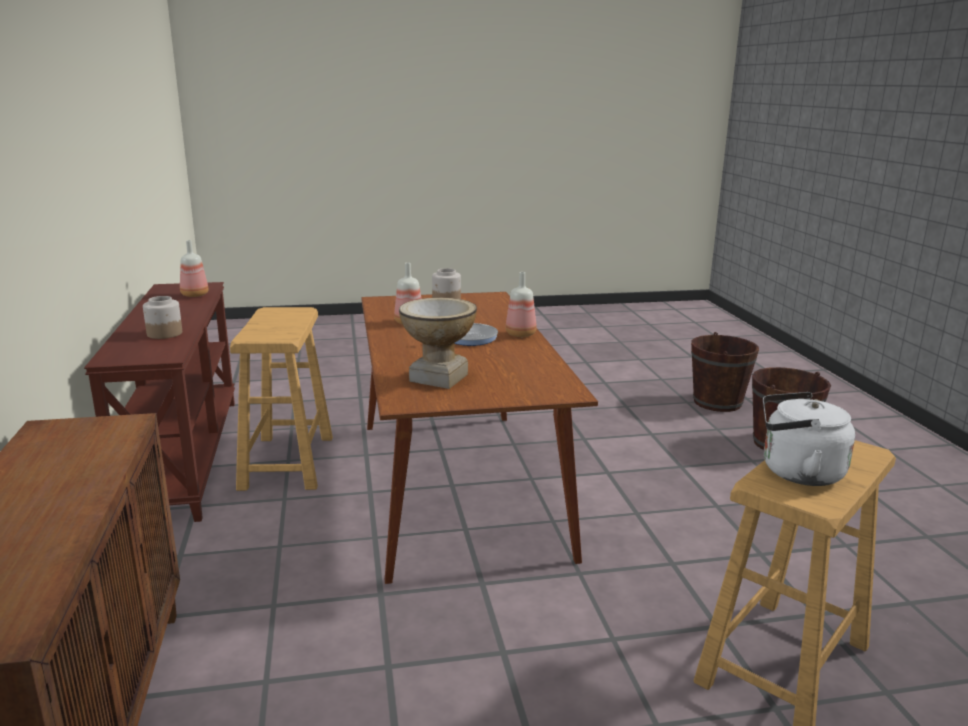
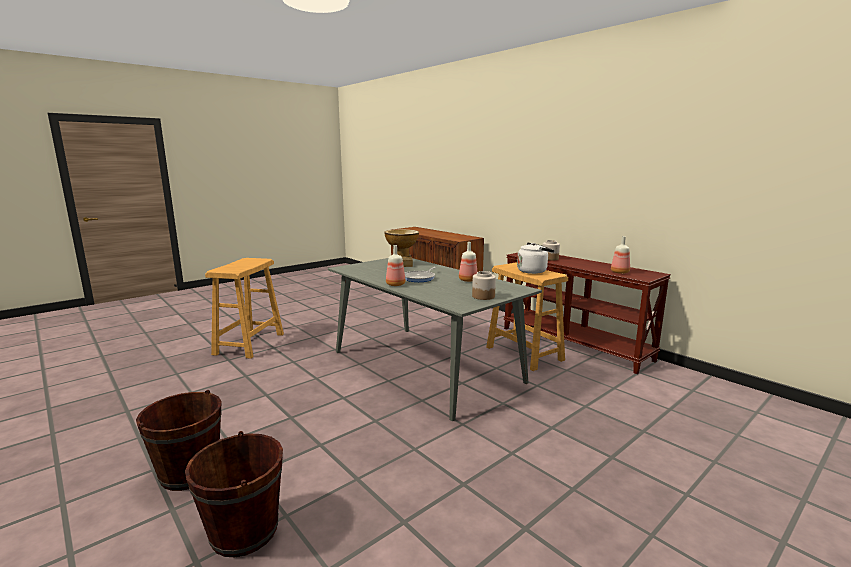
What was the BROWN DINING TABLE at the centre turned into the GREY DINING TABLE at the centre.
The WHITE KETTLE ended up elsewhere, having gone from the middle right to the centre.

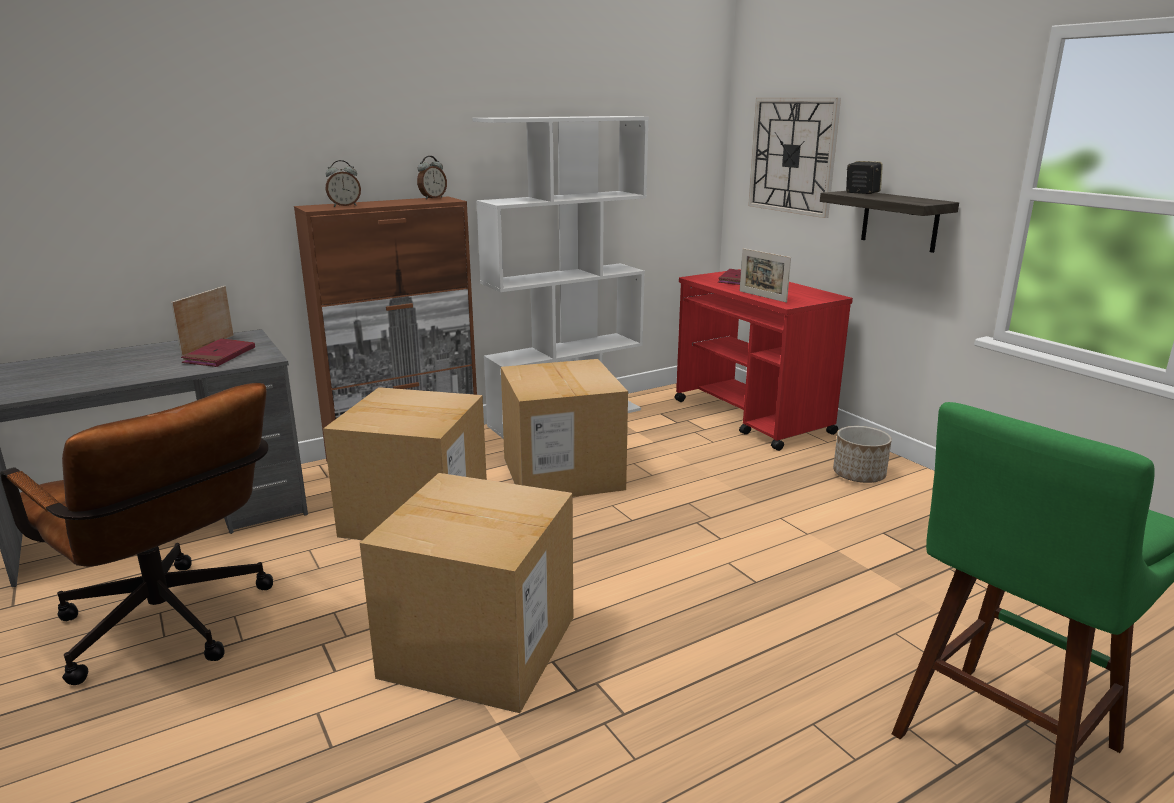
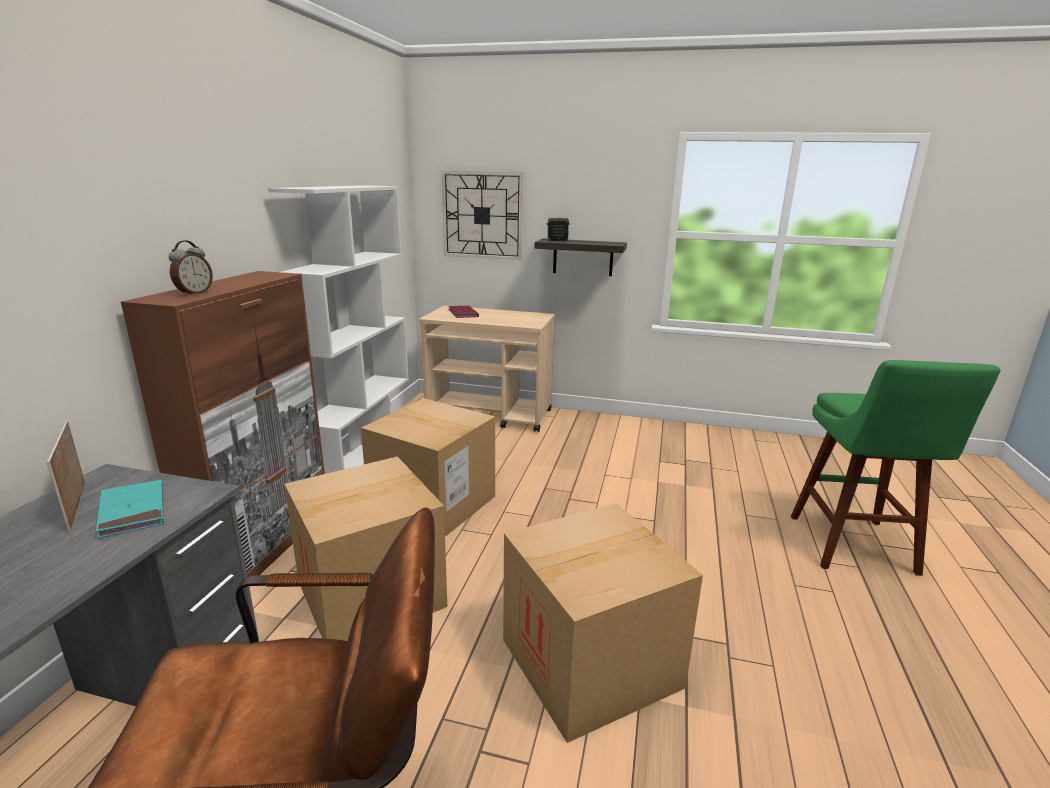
What was the RED BOOK (no. 1 from left) at the middle left turned into the TURQUOISE BOOK at the middle left.
The second view lost the ALARM CLOCK (no. 2 from left) at the top centre.
What was the RED CART at the centre turned into the BEIGE CART at the centre.
The second view lost the PICTURE FRAME (no. 2 from left) at the centre.
The second view lost the PLANTER at the middle right.

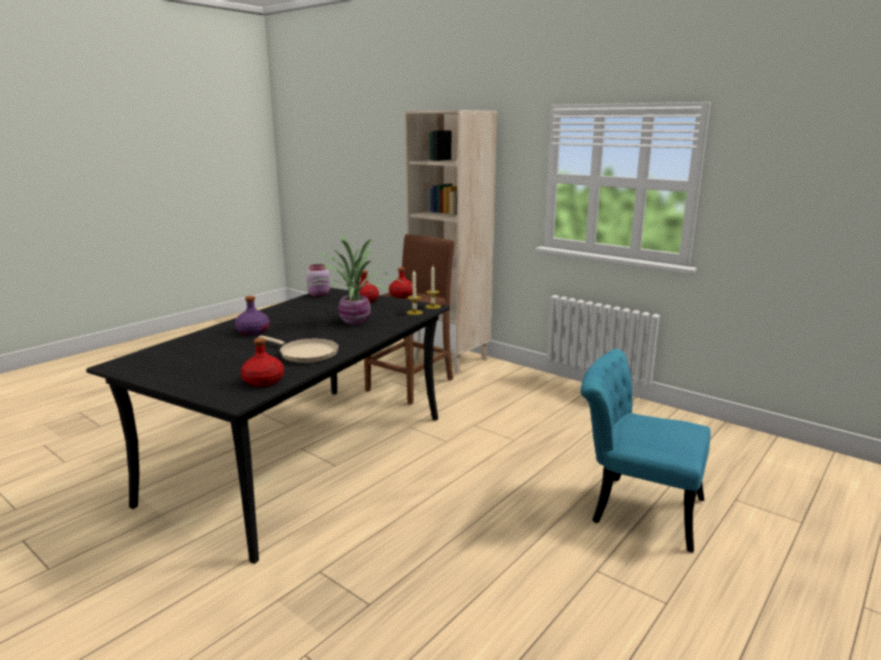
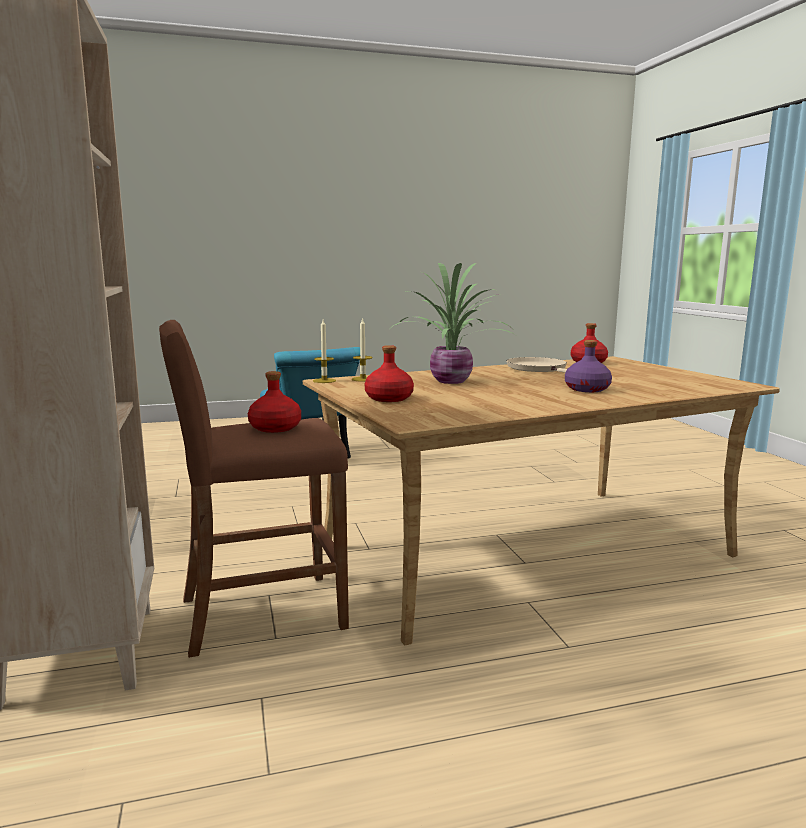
What was the BLACK DINING TABLE at the middle left turned into the BEIGE DINING TABLE at the middle right.
The second view lost the PINK JAR at the centre.

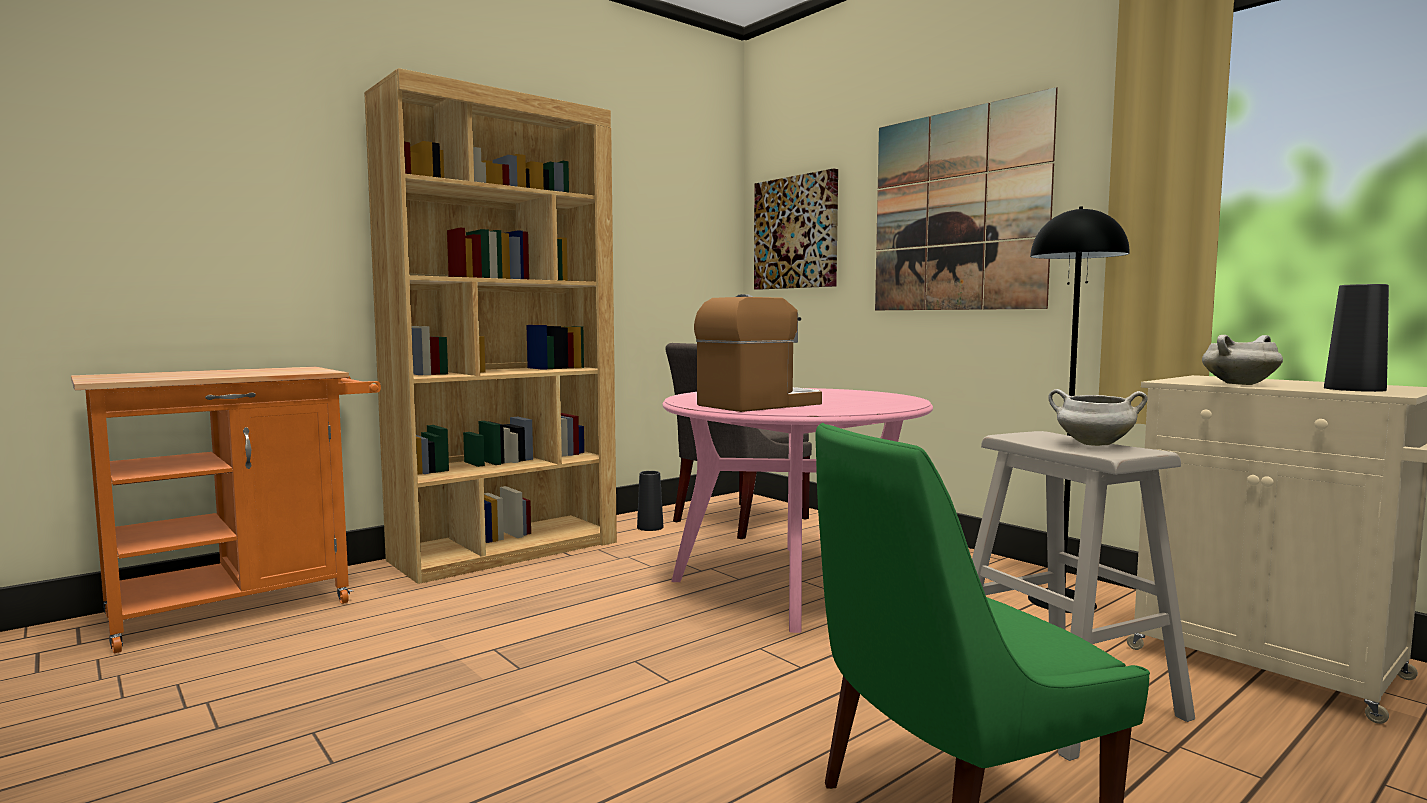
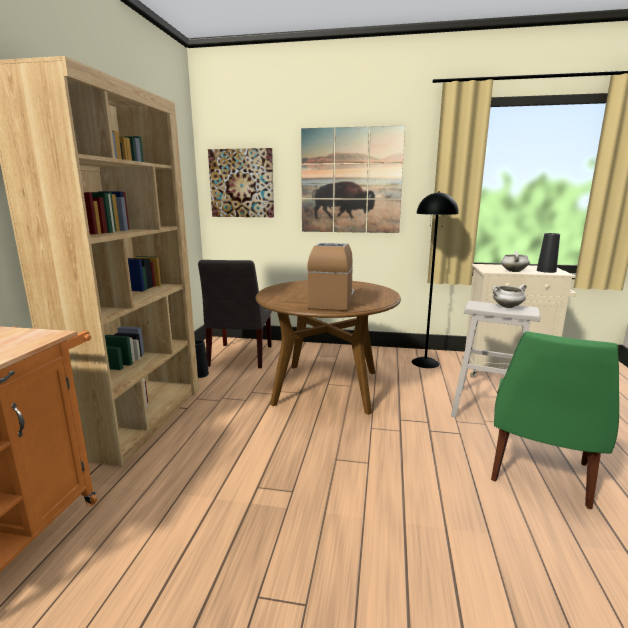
What was the PINK DINING TABLE at the centre turned into the BROWN DINING TABLE at the centre.

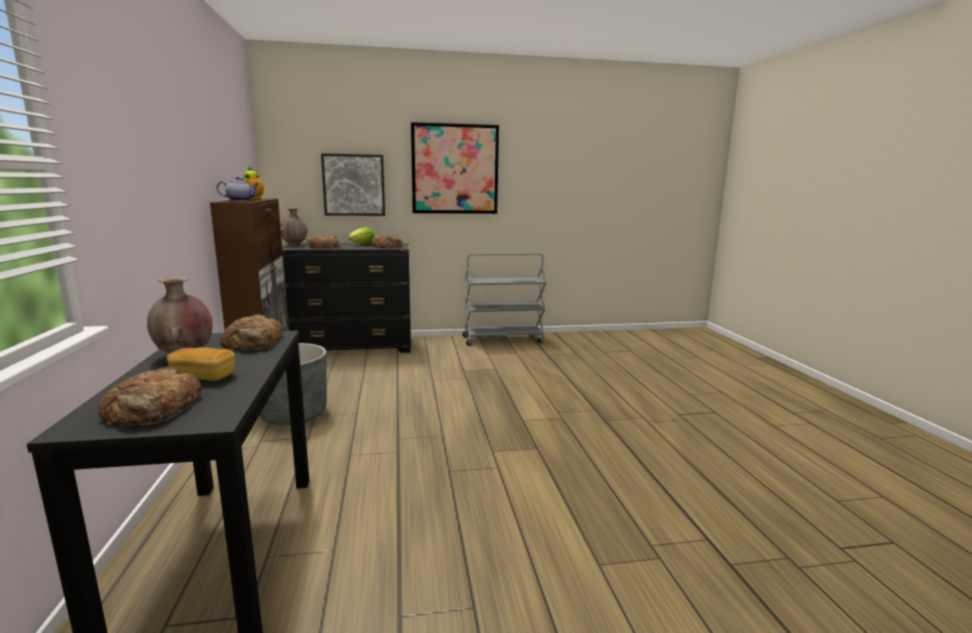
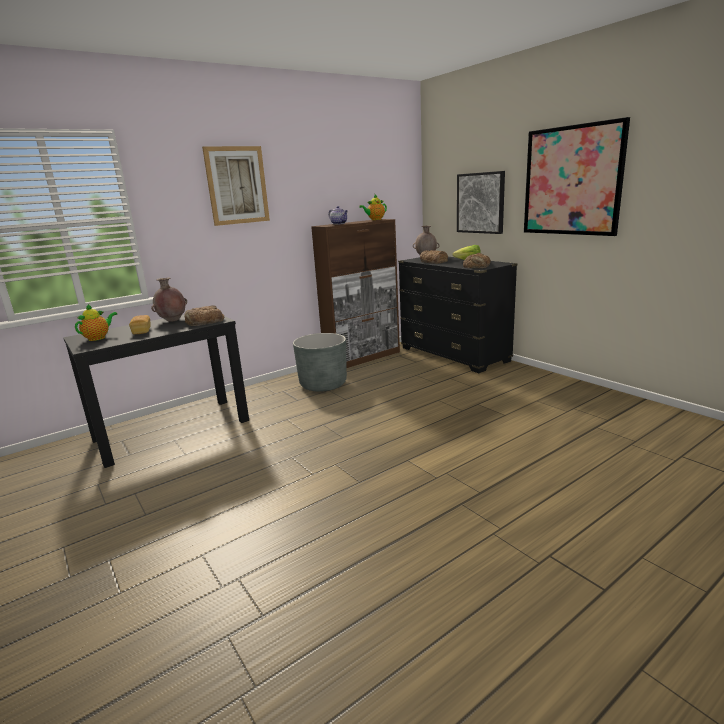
Where the BREAD (no. 1 from left) stood at the middle left, the TEAPOT (no. 1 from left) came to stand at the middle left.
The second view lost the GREY CART at the centre.
The second view gained the PICTURE (no. 1 from left) at the top left.

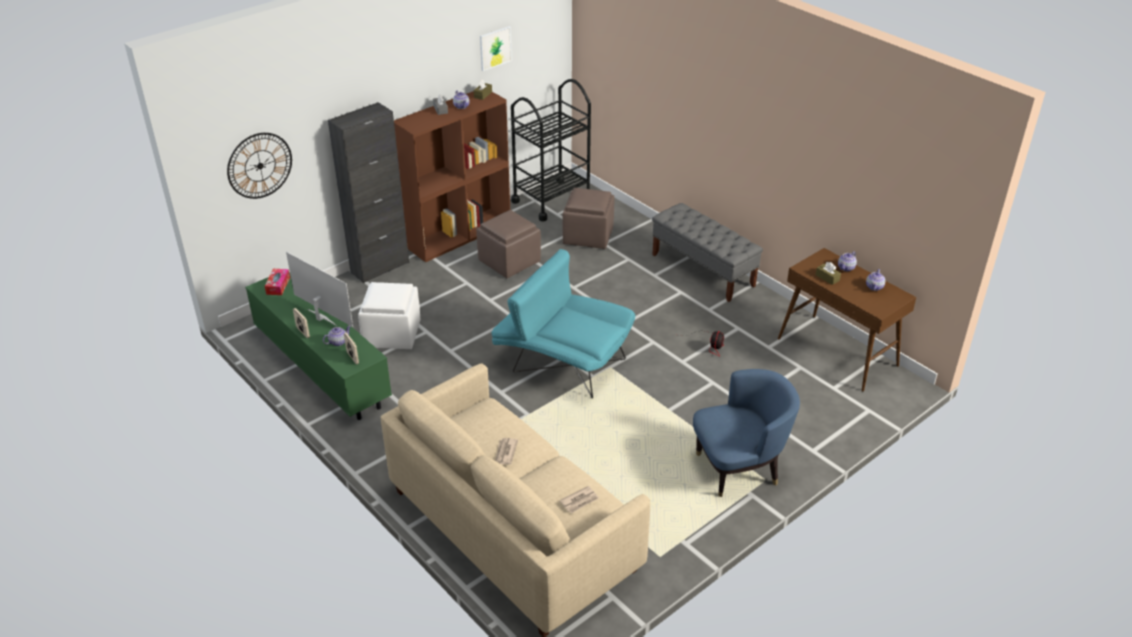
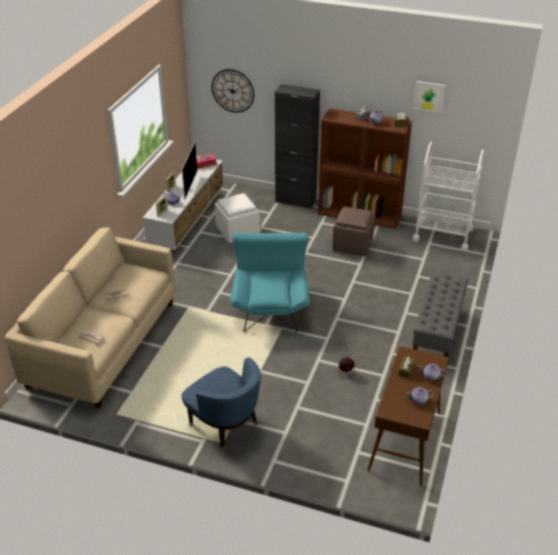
What was the GREEN TV STAND at the middle left turned into the WHITE TV STAND at the middle left.
What was the BLACK CART at the top centre turned into the WHITE CART at the middle right.
The second view lost the BROWN OTTOMAN (no. 2 from left) at the centre.

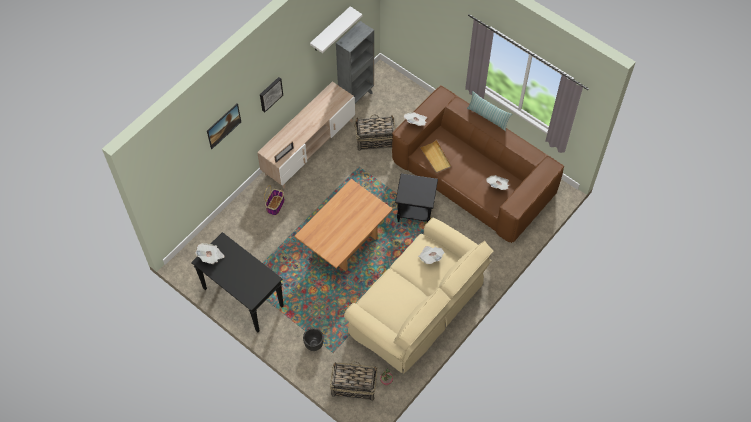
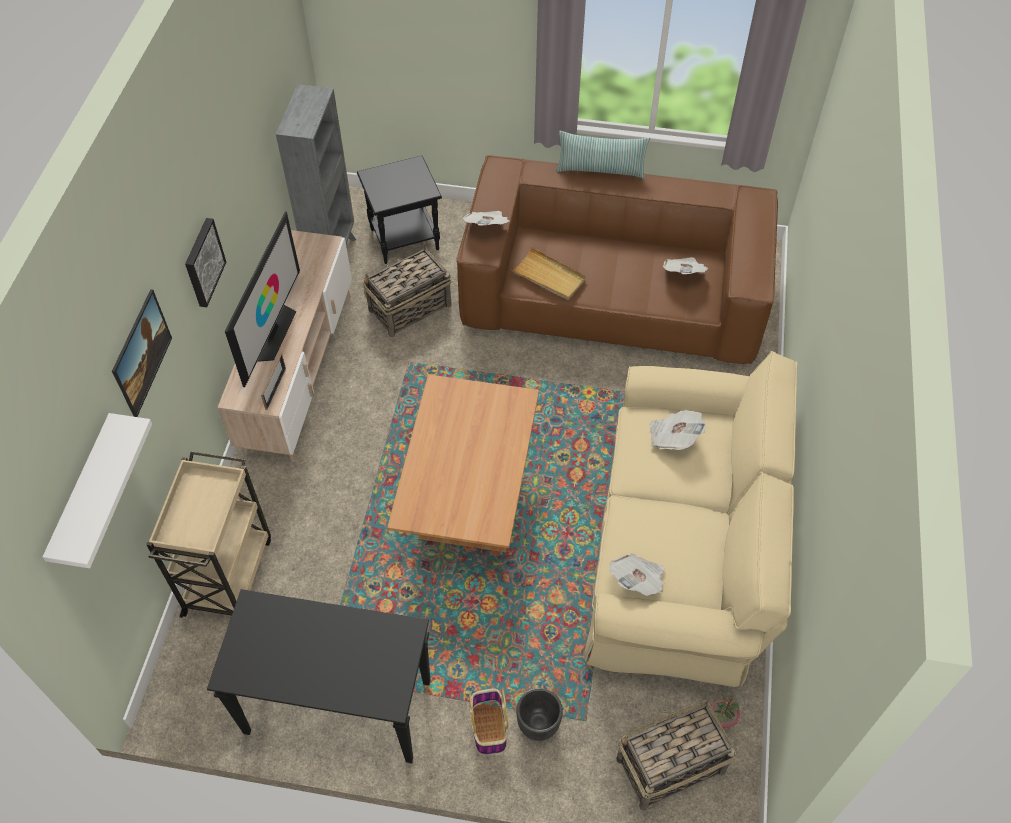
The NEWSPAPER (no. 1 from left in the first image) ended up elsewhere, having gone from the middle left to the bottom centre.
The BASKET (no. 1 from left in the first image) ended up elsewhere, having gone from the centre to the bottom centre.
The WHITE SHELF ended up elsewhere, having gone from the top centre to the middle left.
The BLACK SIDE TABLE ended up elsewhere, having gone from the centre to the top centre.
The second view gained the BEIGE CART at the middle left.
The second view gained the TELEVISION at the middle left.

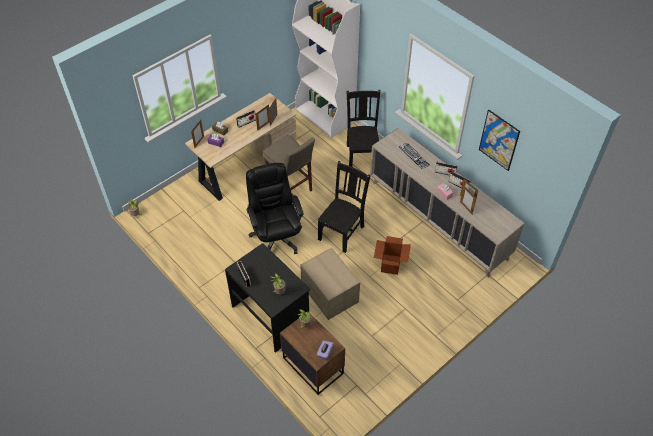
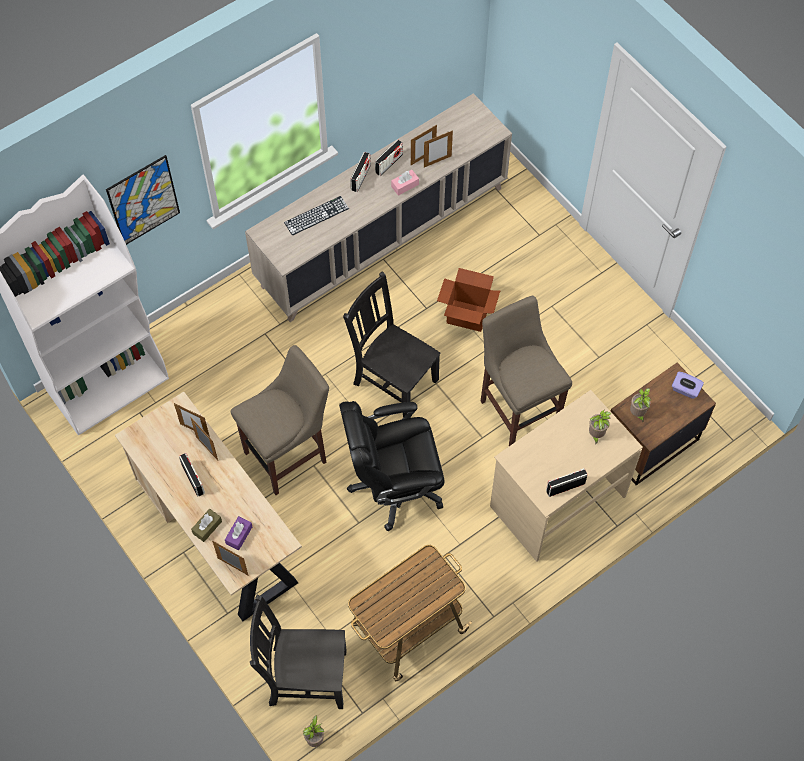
What was the BLACK DESK at the bottom centre turned into the BEIGE DESK (no. 2 from left) at the middle right.
Where the CARDBOARD BOX (no. 1 from left) stood at the centre, the BEIGE STOOL (no. 2 from left) came to stand at the centre.
The BLACK CHAIR (no. 2 from left in the first image) ended up elsewhere, having gone from the top centre to the bottom centre.
The PICTURE ended up elsewhere, having gone from the top right to the top left.
The second view gained the CART at the bottom centre.

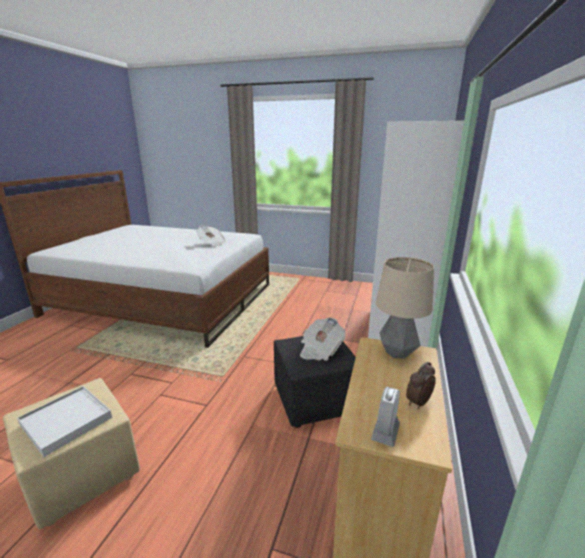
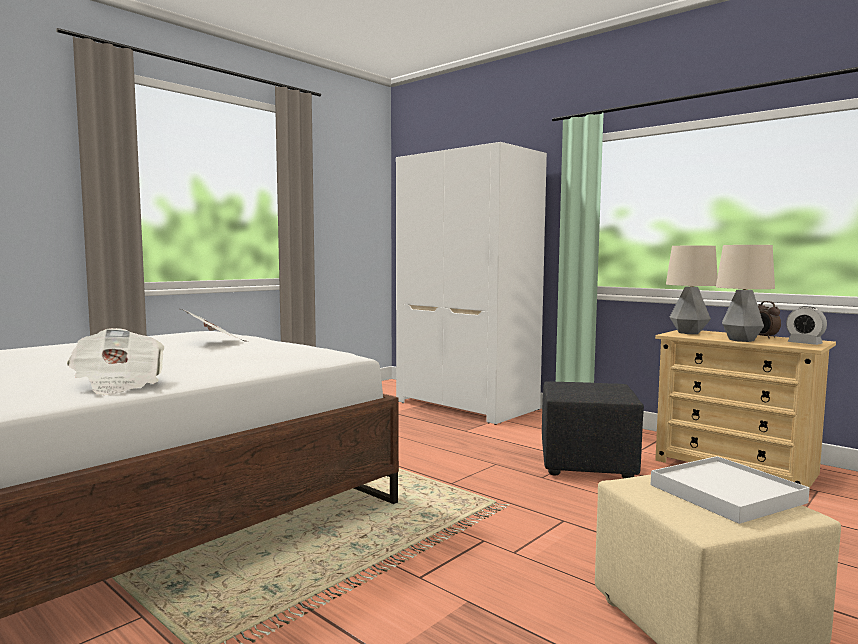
The NEWSPAPER (no. 2 from left in the first image) ended up elsewhere, having gone from the centre to the middle left.
The second view gained the TABLE LAMP (no. 2 from left) at the middle right.

